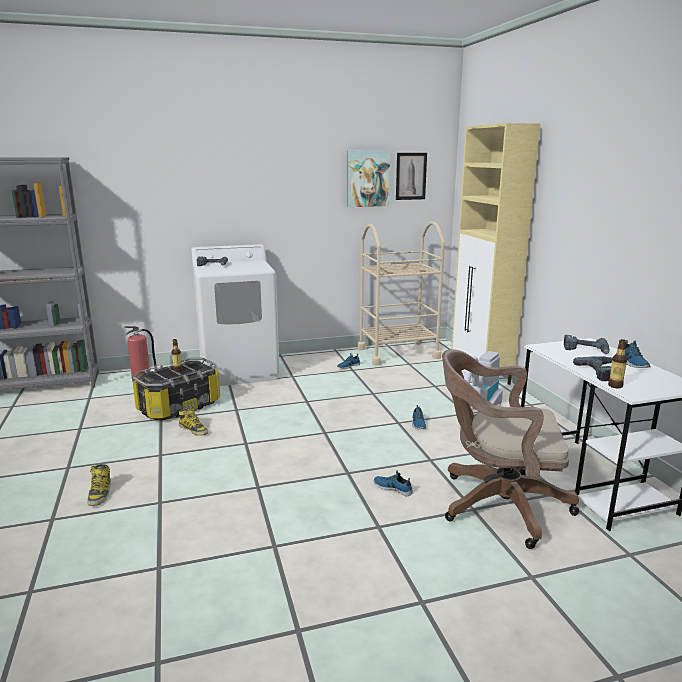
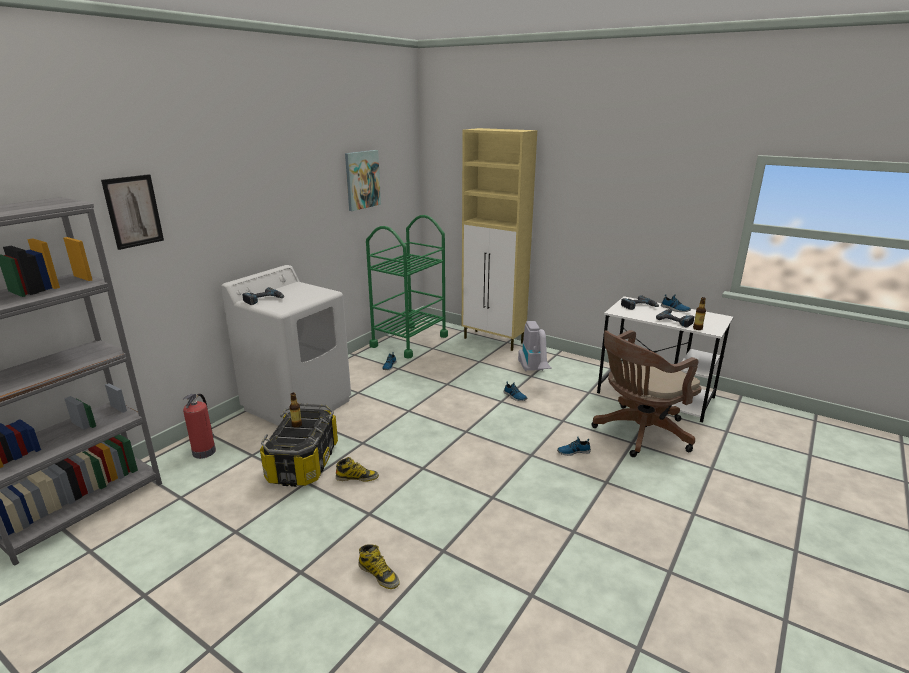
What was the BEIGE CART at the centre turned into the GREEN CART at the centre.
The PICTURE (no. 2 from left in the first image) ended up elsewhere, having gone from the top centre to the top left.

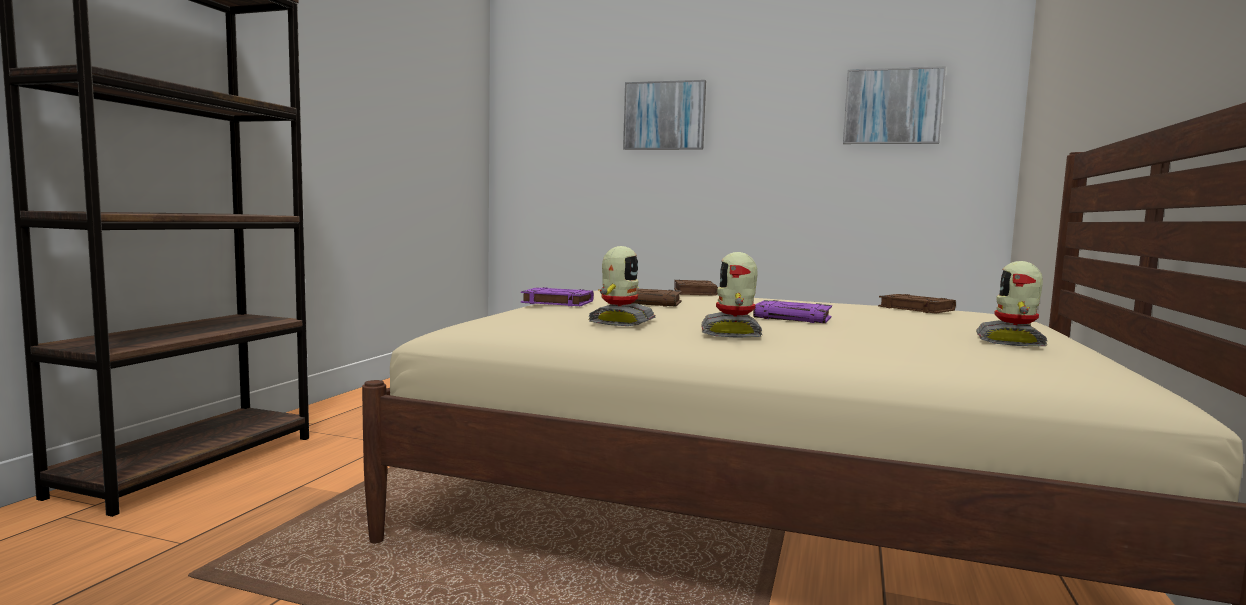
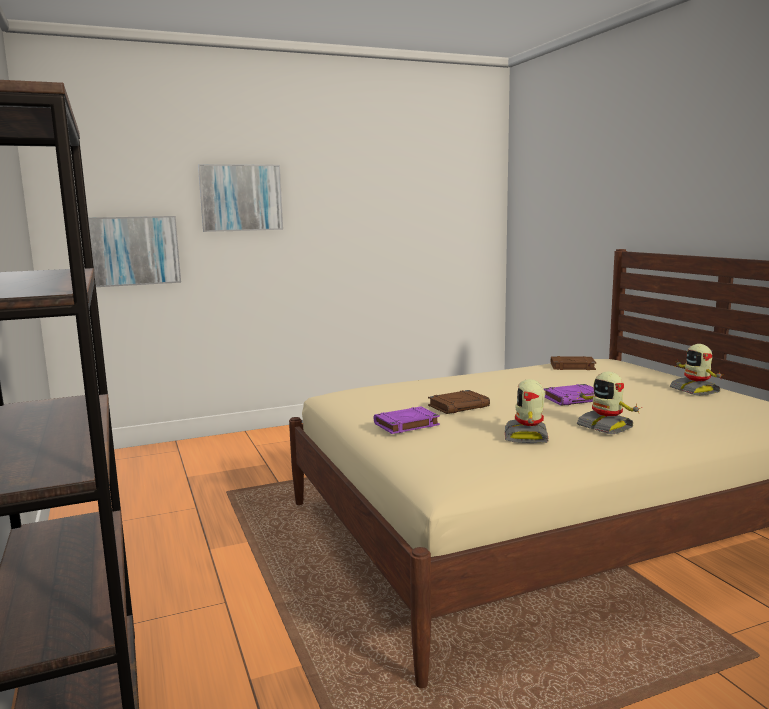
The TOY ROBOT (no. 1 from left) at the centre ended up facing another way, 150 degrees counterclockwise from before.
The second view lost the BROWN BOOK (no. 2 from left) at the centre.
The PICTURE (no. 2 from left in the first image) ended up elsewhere, having gone from the top right to the middle left.

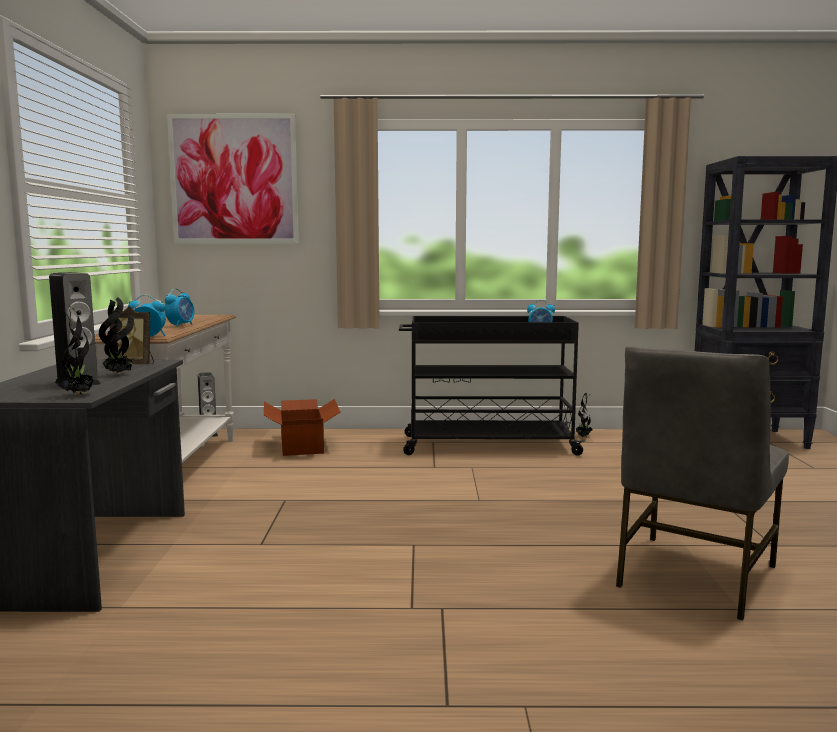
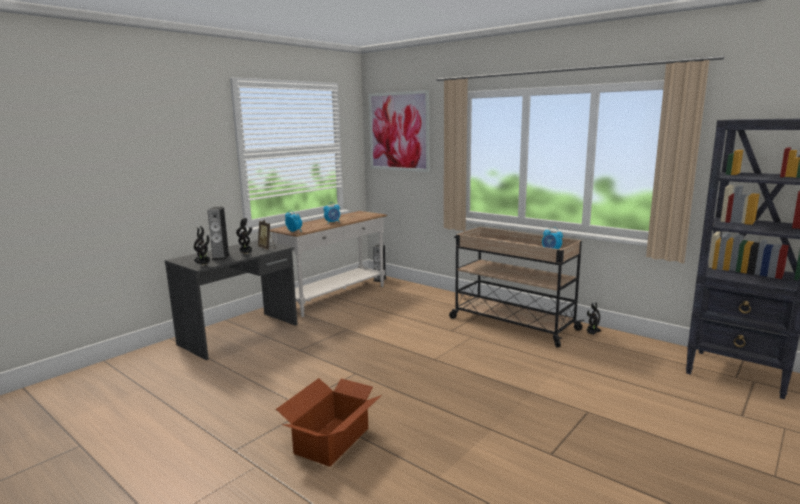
The CARDBOARD BOX ended up elsewhere, having gone from the centre to the bottom centre.
What was the BLACK CART at the centre turned into the BEIGE CART at the centre.
The second view lost the GREY CHAIR at the middle right.

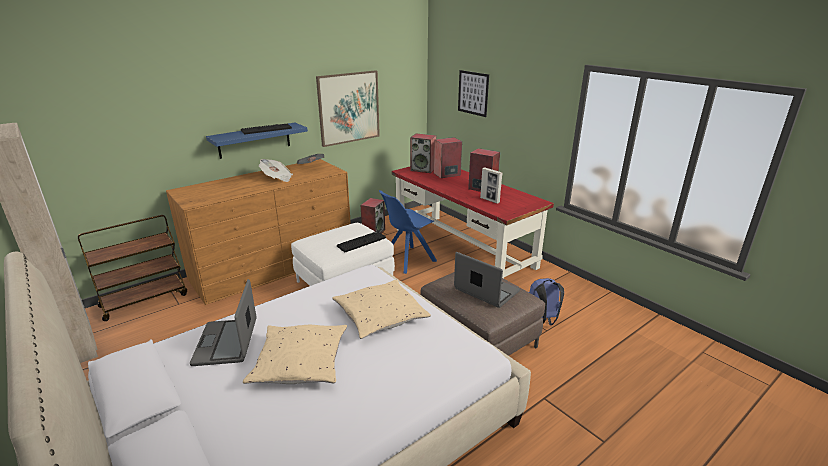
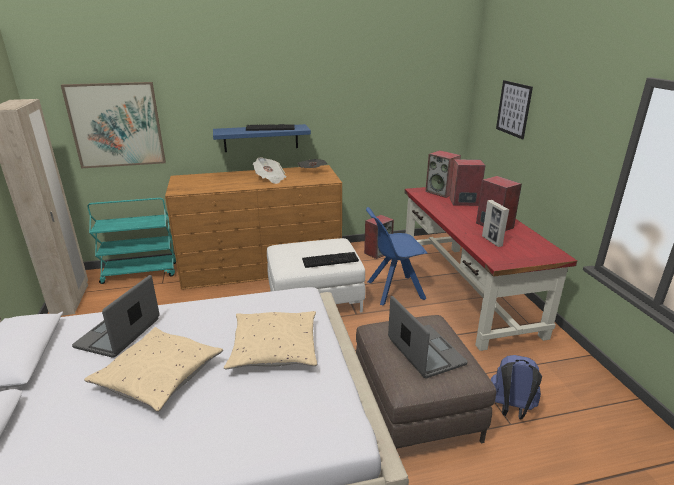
What was the BROWN CART at the middle left turned into the TURQUOISE CART at the middle left.
The PICTURE (no. 1 from left) ended up elsewhere, having gone from the top centre to the top left.

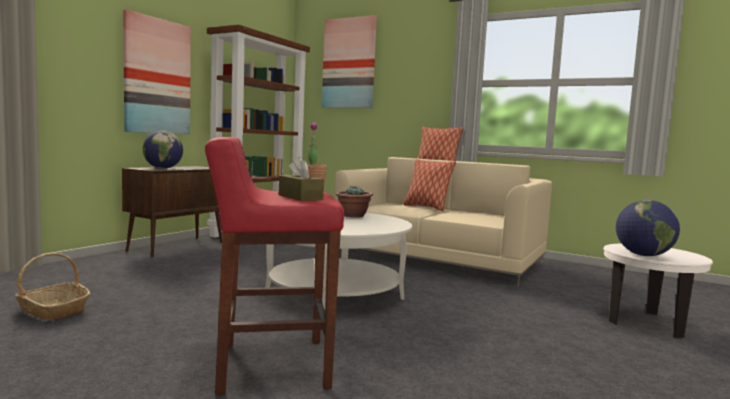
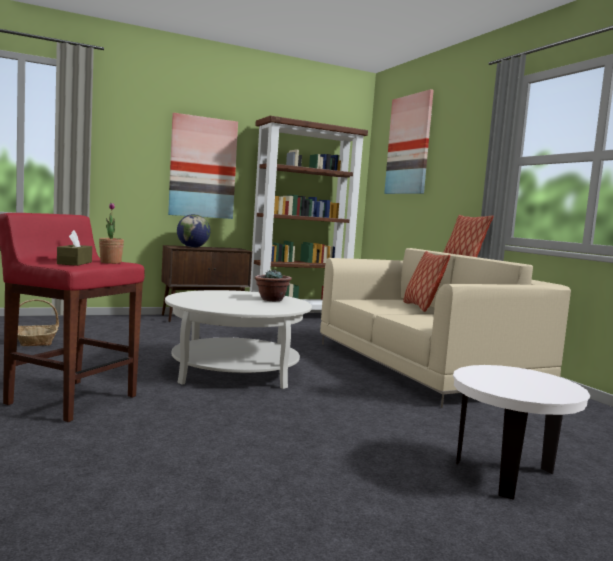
The second view lost the GLOBE (no. 2 from left) at the middle right.

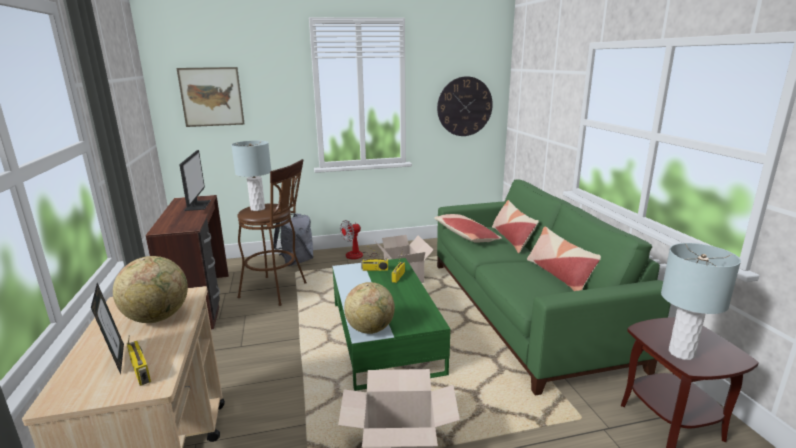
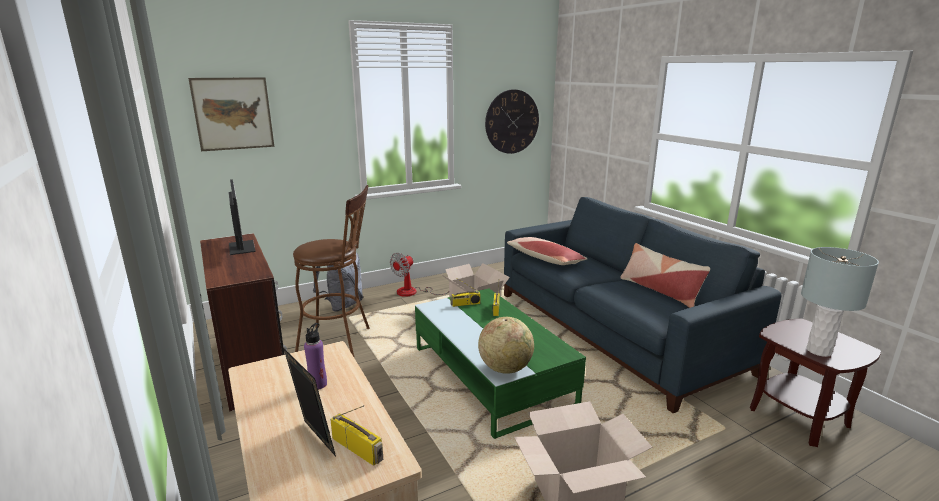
Where the GLOBE (no. 1 from left) stood at the middle left, the PURPLE BOTTLE came to stand at the bottom centre.
The second view lost the GREY TABLE LAMP (no. 1 from left) at the middle left.
What was the GREEN SOFA at the middle right turned into the BLUE SOFA at the middle right.
The second view lost the PILLOW (no. 2 from left) at the centre.

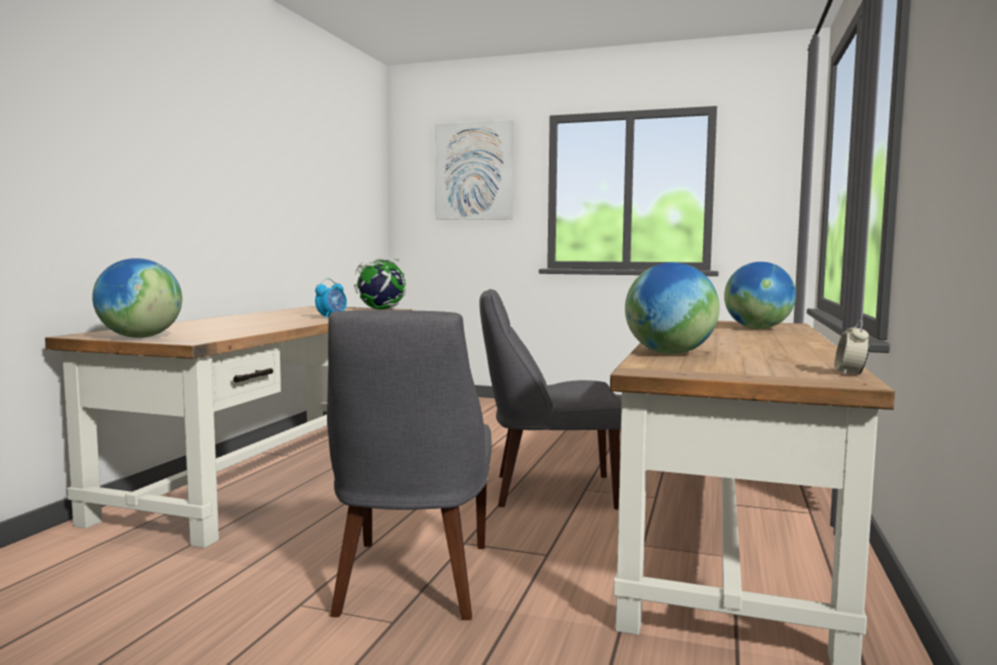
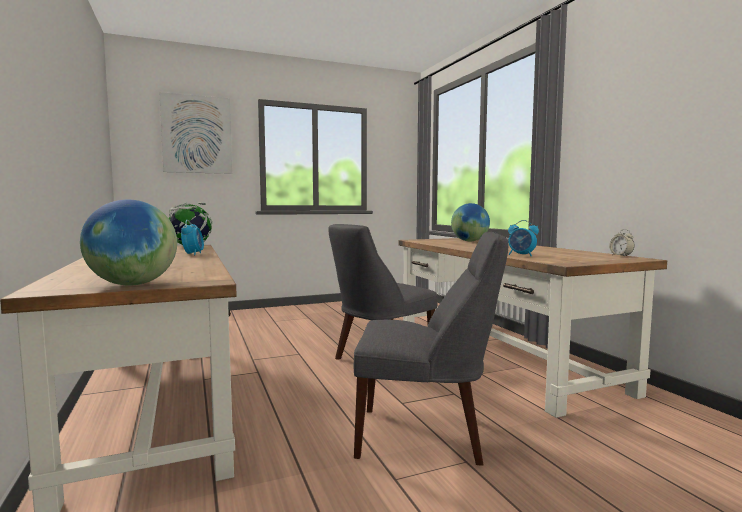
The GREY CHAIR (no. 1 from left in the first image) at the bottom centre ended up facing another way, 45 degrees counterclockwise from before.
Where the GLOBE (no. 3 from left) stood at the middle right, the ALARM CLOCK (no. 2 from left) came to stand at the middle right.

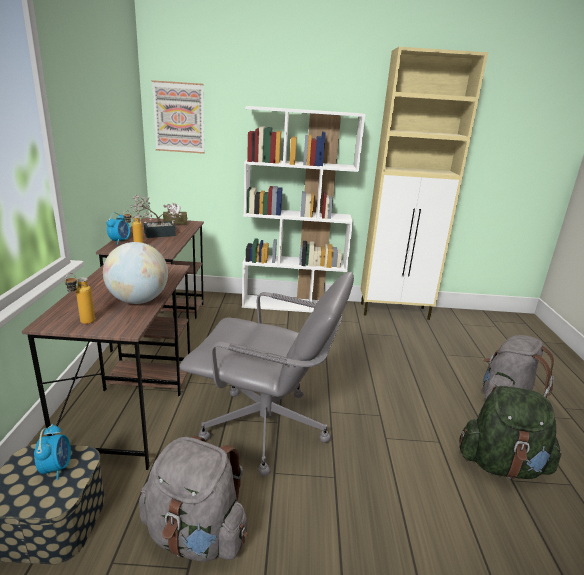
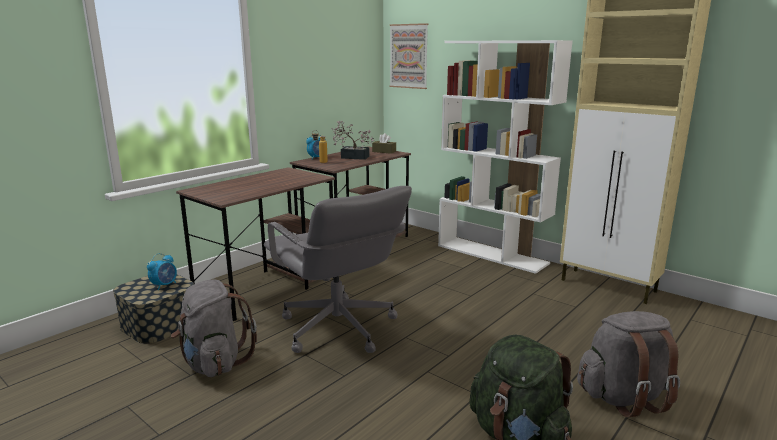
The second view lost the BOTTLE (no. 1 from left) at the middle left.
The second view lost the GLOBE at the middle left.

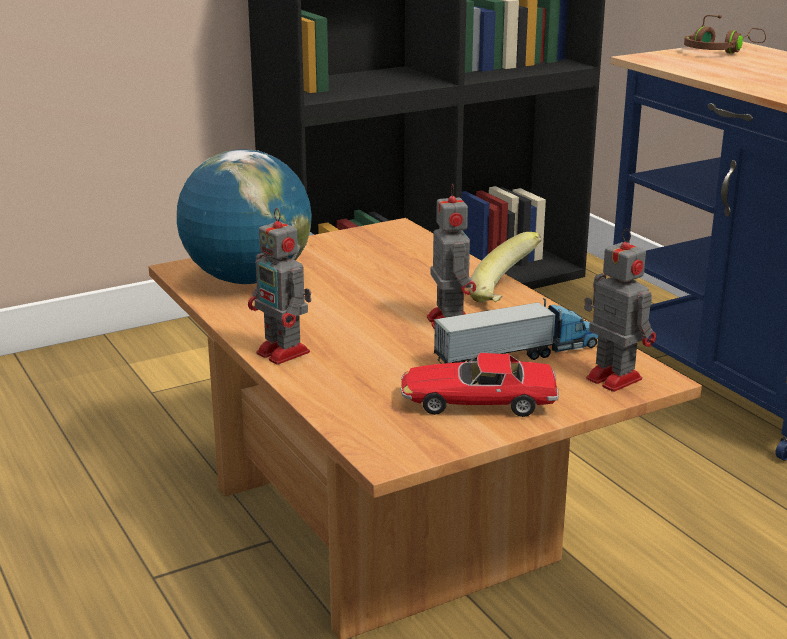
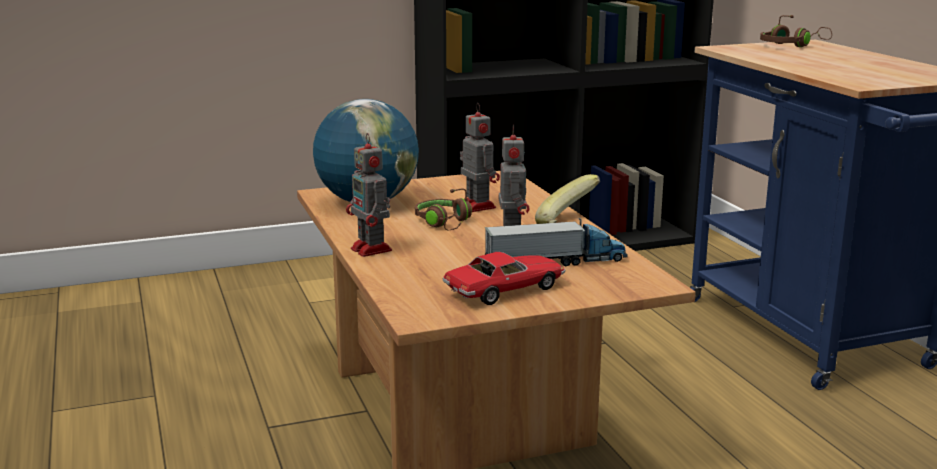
The TOY CAR at the centre ended up facing another way, 135 degrees clockwise from before.
The TOY ROBOT (no. 3 from left in the first image) ended up elsewhere, having gone from the middle right to the centre.
The second view gained the BROWN HEADPHONES (no. 1 from left) at the centre.

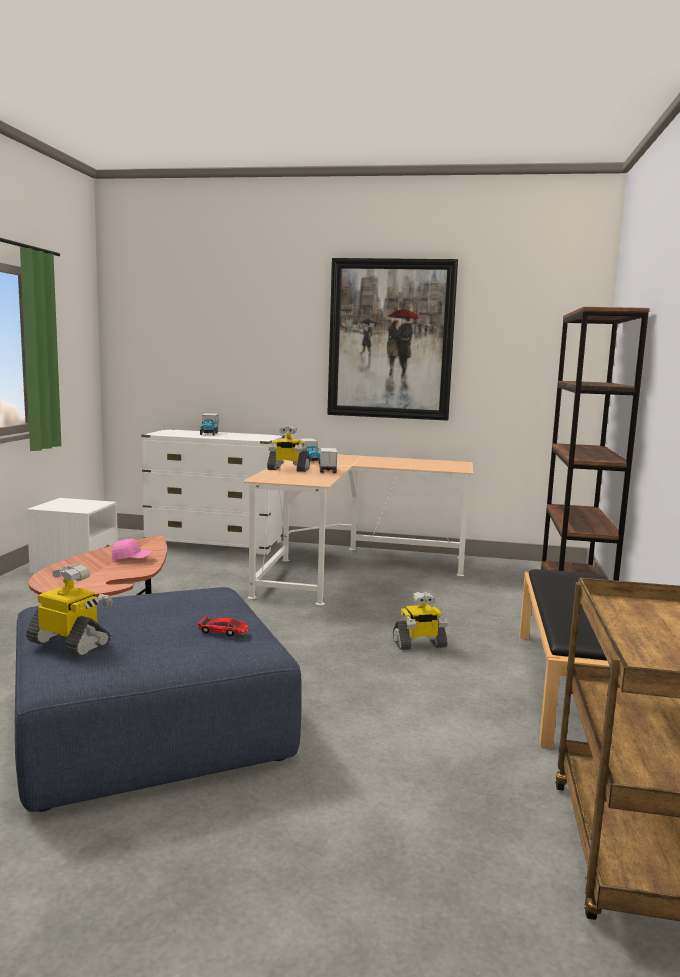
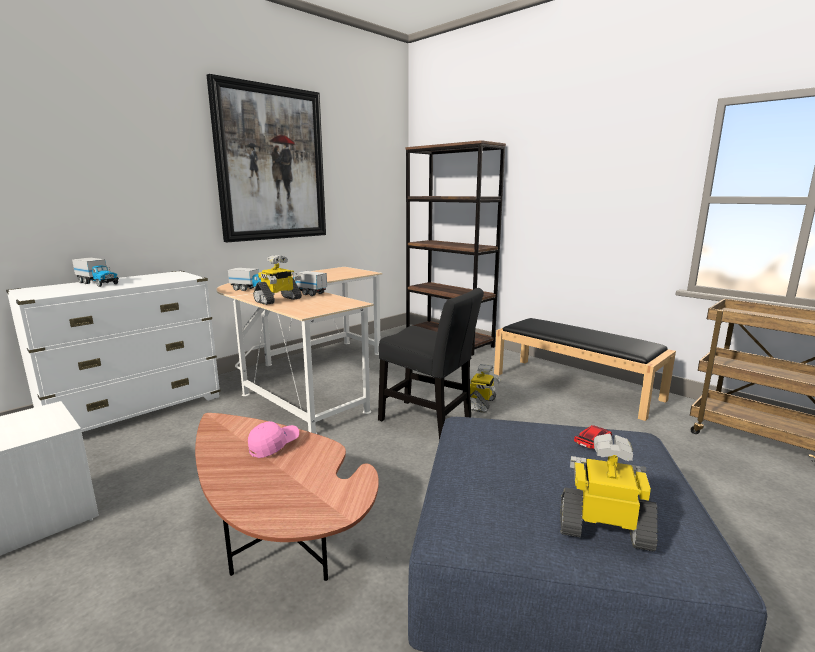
The TOY ROBOT (no. 1 from left in the first image) at the middle left ended up facing another way, 45 degrees clockwise from before.
The second view gained the BLACK CHAIR at the centre.

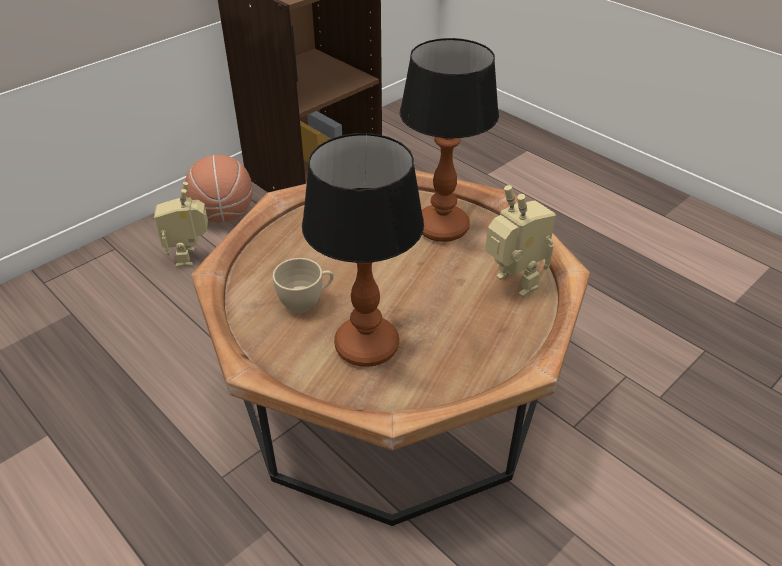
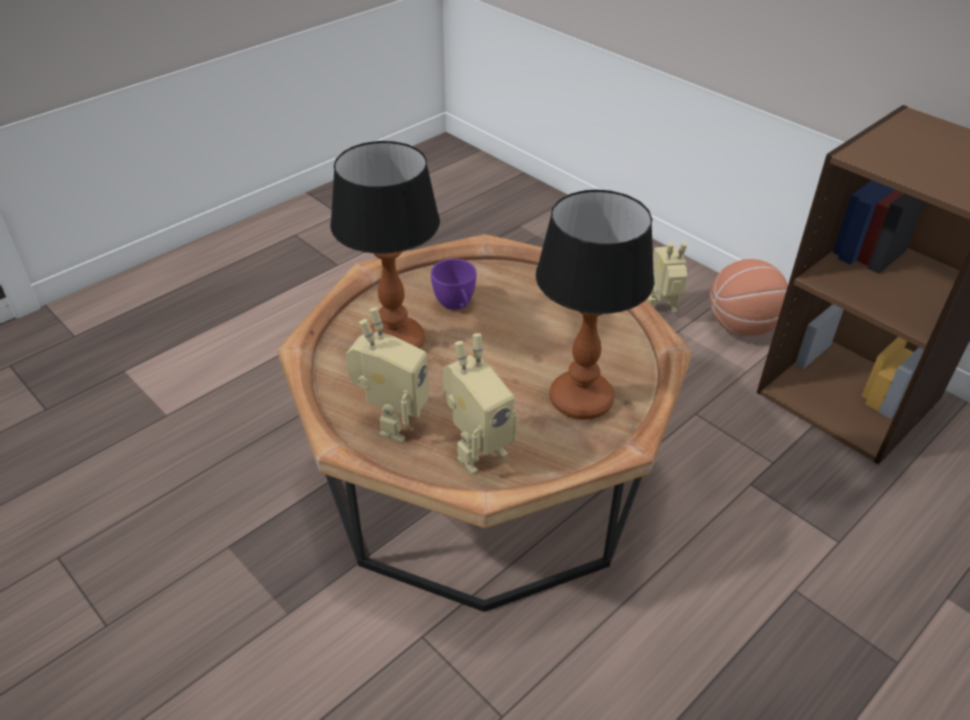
What was the BEIGE CUP at the centre turned into the PURPLE CUP at the centre.
The second view gained the TOY ROBOT (no. 1 from left) at the centre.

